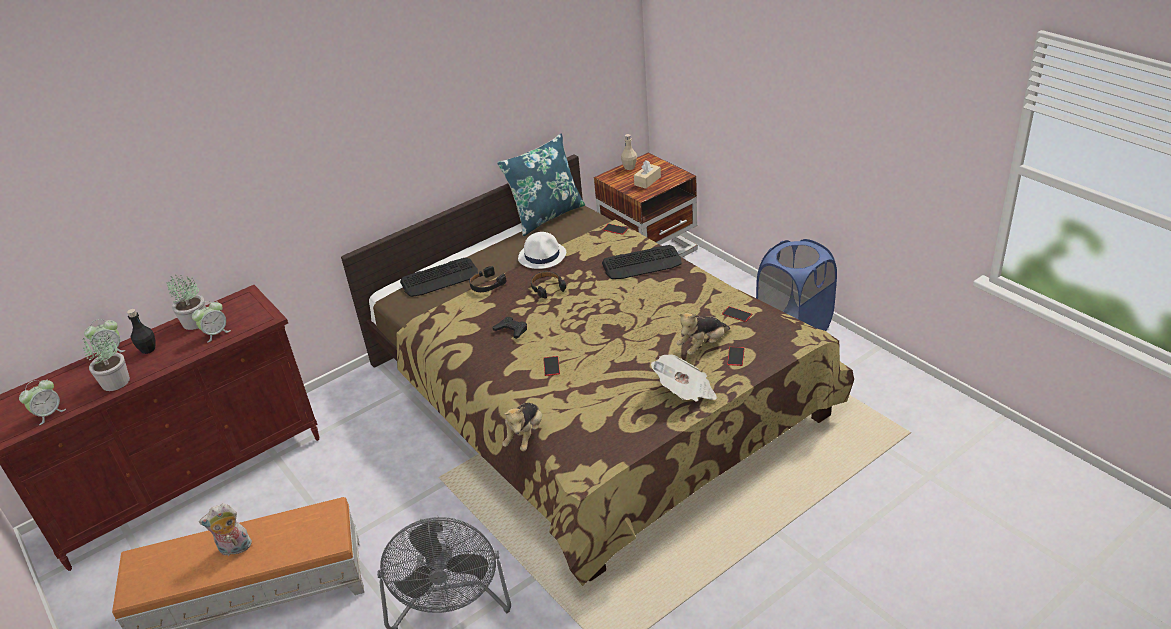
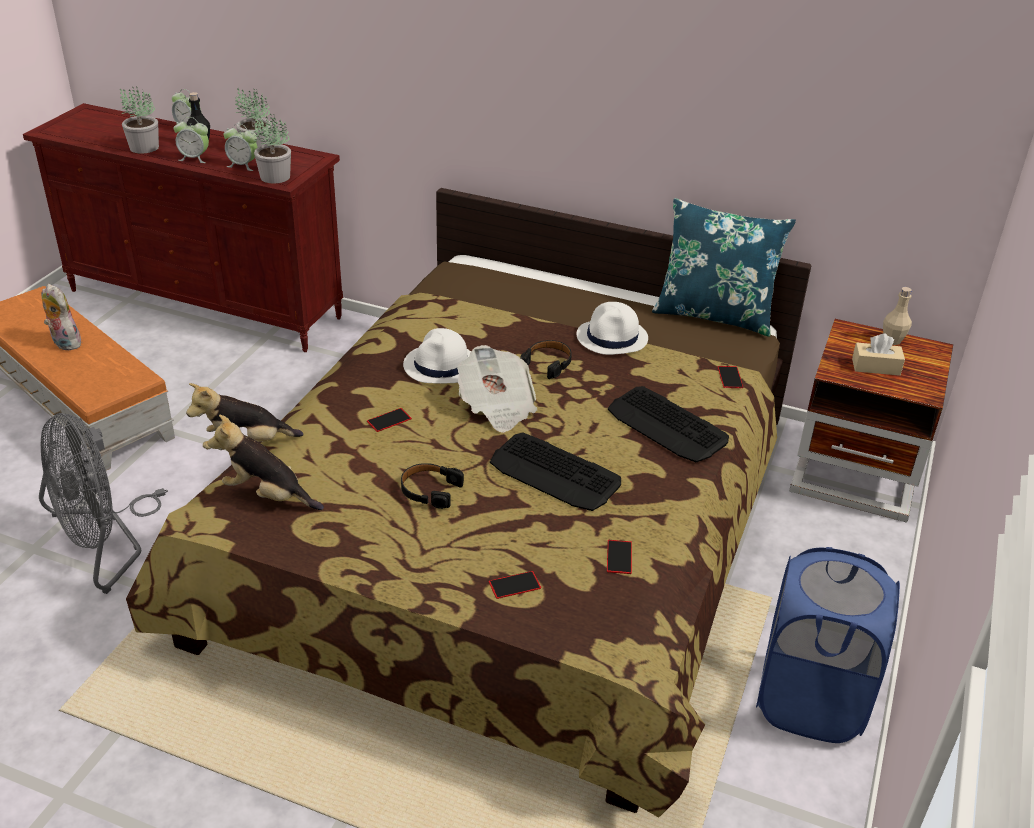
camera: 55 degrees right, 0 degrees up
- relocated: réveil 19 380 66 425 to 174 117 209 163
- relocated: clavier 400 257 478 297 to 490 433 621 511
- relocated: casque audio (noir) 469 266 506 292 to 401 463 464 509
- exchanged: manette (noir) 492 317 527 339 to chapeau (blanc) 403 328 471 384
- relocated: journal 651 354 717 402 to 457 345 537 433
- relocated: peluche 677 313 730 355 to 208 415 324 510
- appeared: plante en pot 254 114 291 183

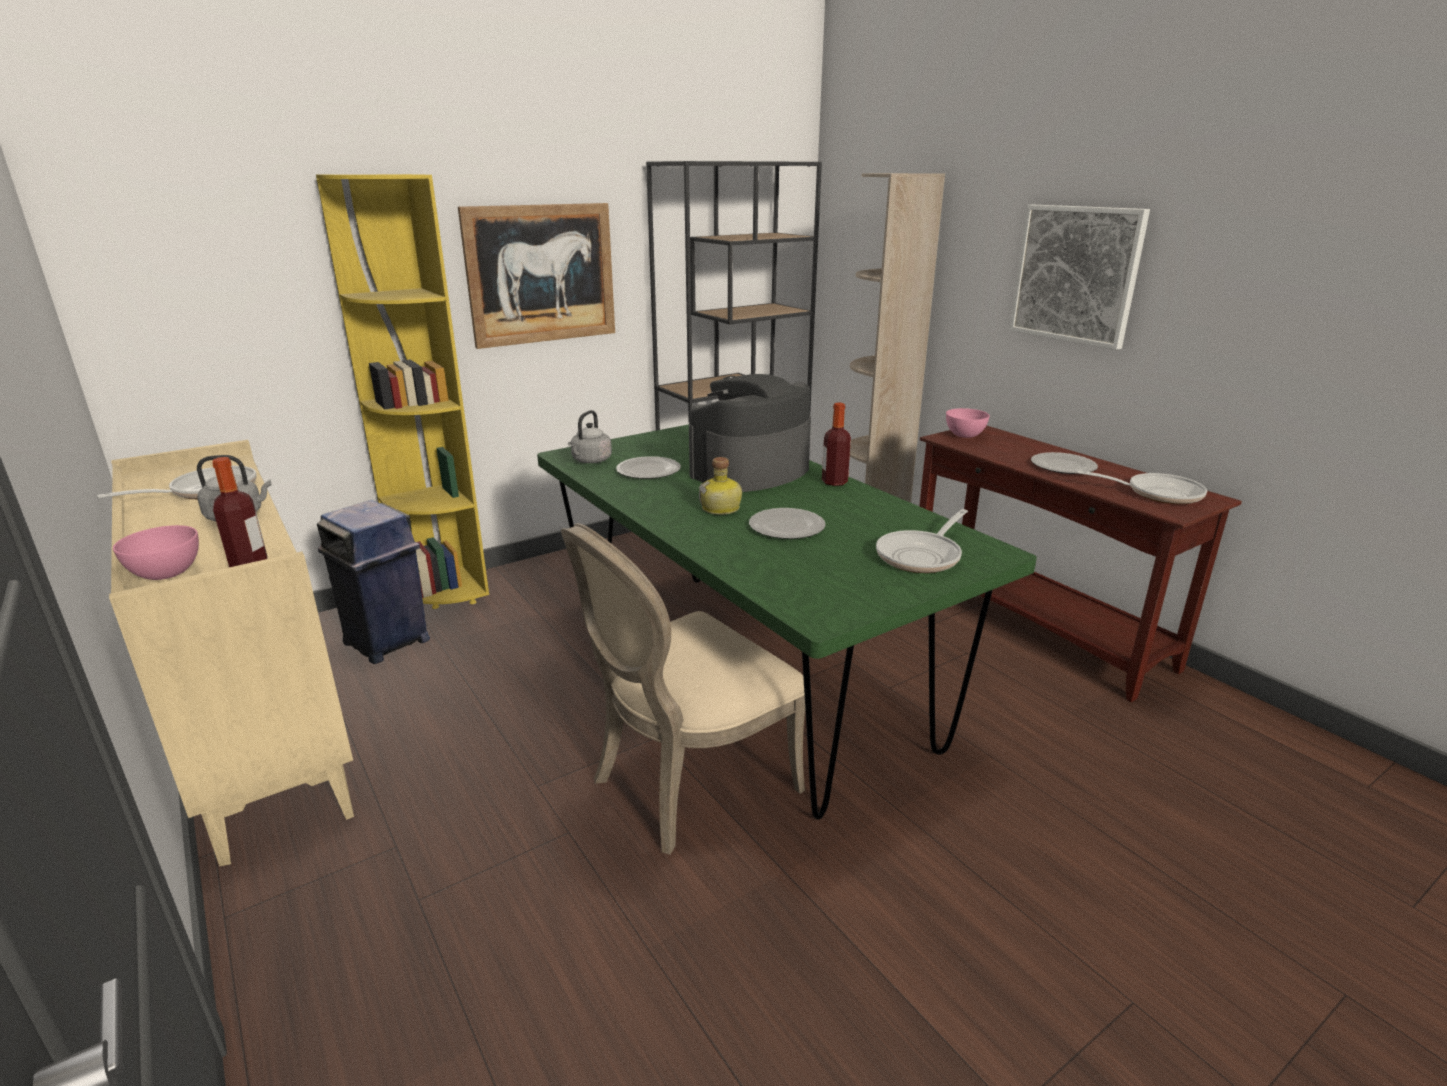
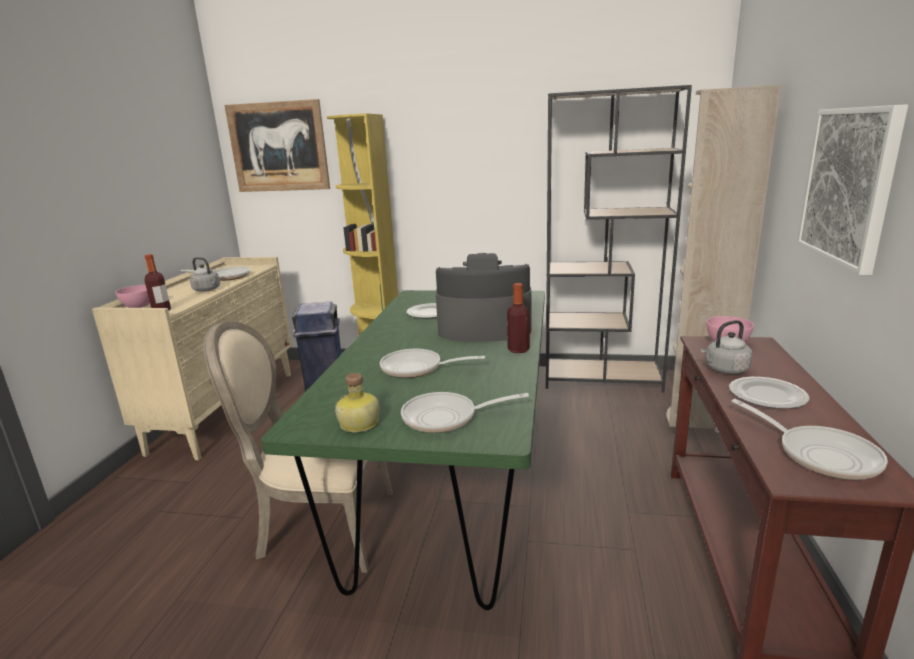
camera: 45 degrees right, 5 degrees down
- relocated: tableau 458 203 615 349 to 224 99 330 192
- relocated: bouilloire (gris) 568 410 612 463 to 701 320 753 374
- relocated: bouteille 699 457 742 515 to 335 373 380 433
- exchanged: assiette 749 508 826 539 to poêle 380 349 485 378

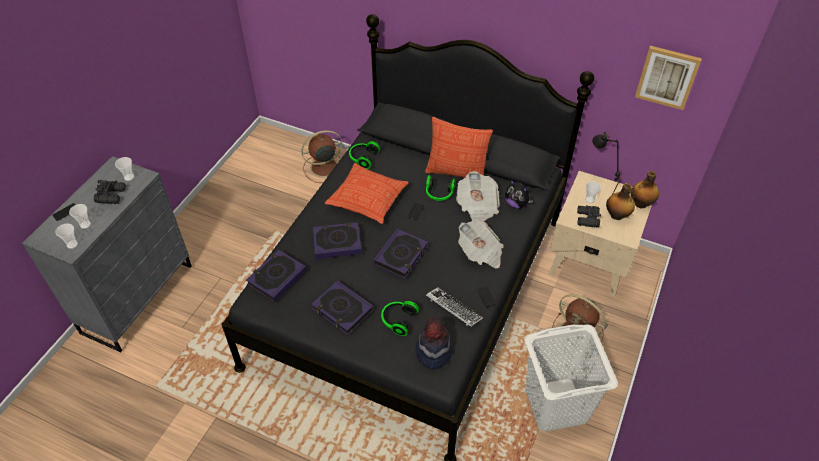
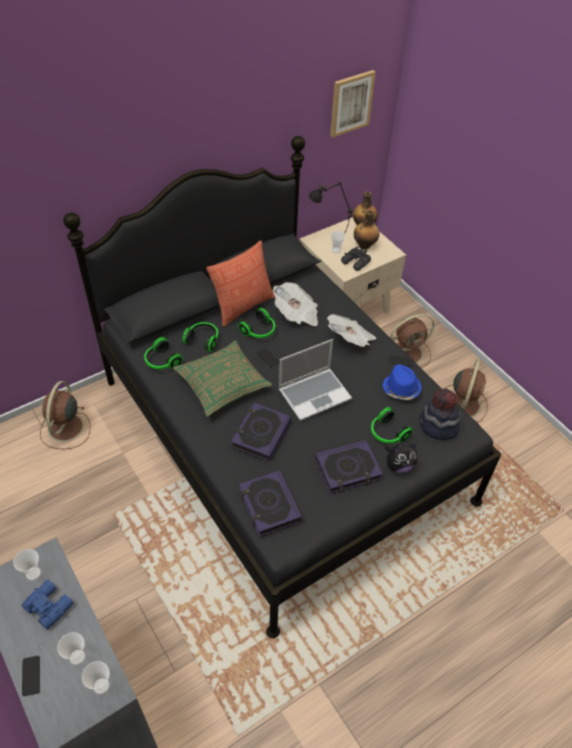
camera: 60 degrees left, 0 degrees up
- colour: jumelles (noir) 94 180 126 204 to jumelles (bleu) 21 580 74 630
- colour: coussin (orange) 325 163 409 224 to coussin (vert) 173 340 272 417
- exchanged: livre 374 229 428 279 to ordinateur portable 279 339 352 421
- exchanged: clavier 426 287 483 327 to chapeau (bleu) 382 364 422 400
- relocated: peluche 505 180 533 209 to 385 442 418 473
- exchanged: panier à linge (blanc) 525 324 618 432 to ventilateur (marron) 444 360 488 422
- appeared: casque audio 182 322 218 352

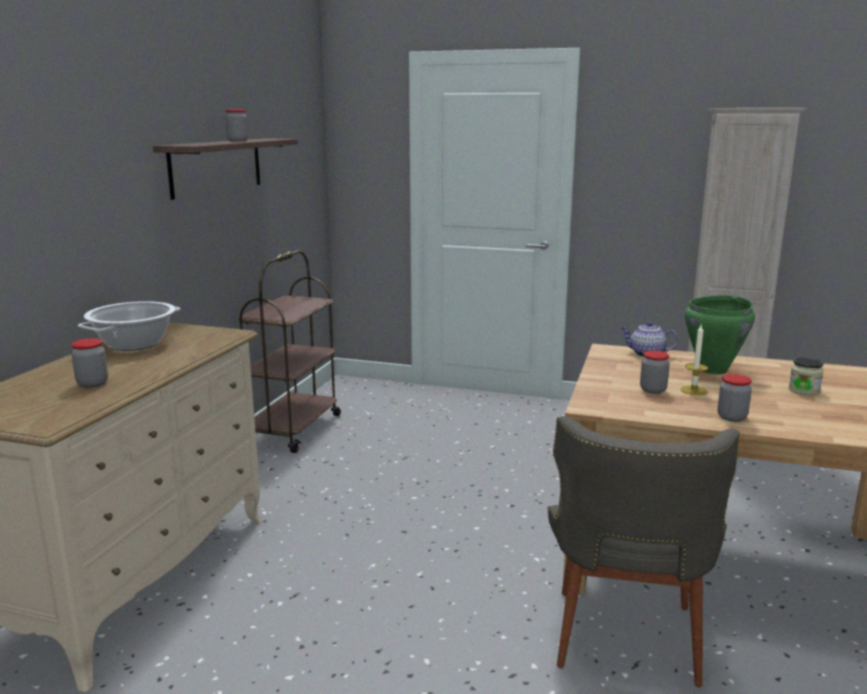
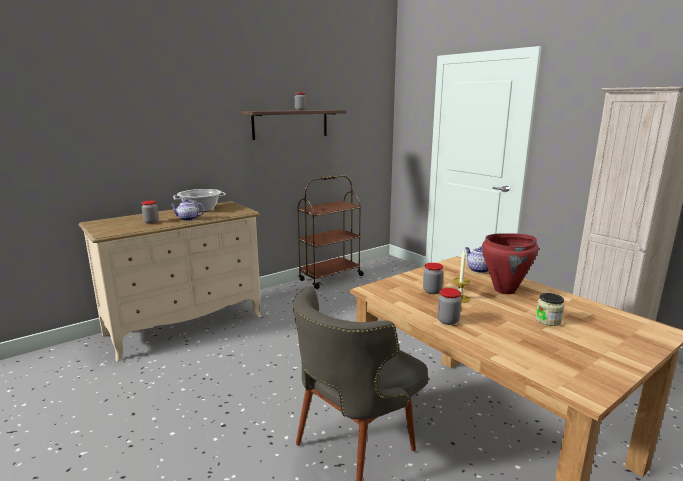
camera: 35 degrees right, 0 degrees up
- colour: marmite (vert) 685 295 755 375 to marmite (rouge) 482 233 539 294
- appeared: théière 170 199 205 221

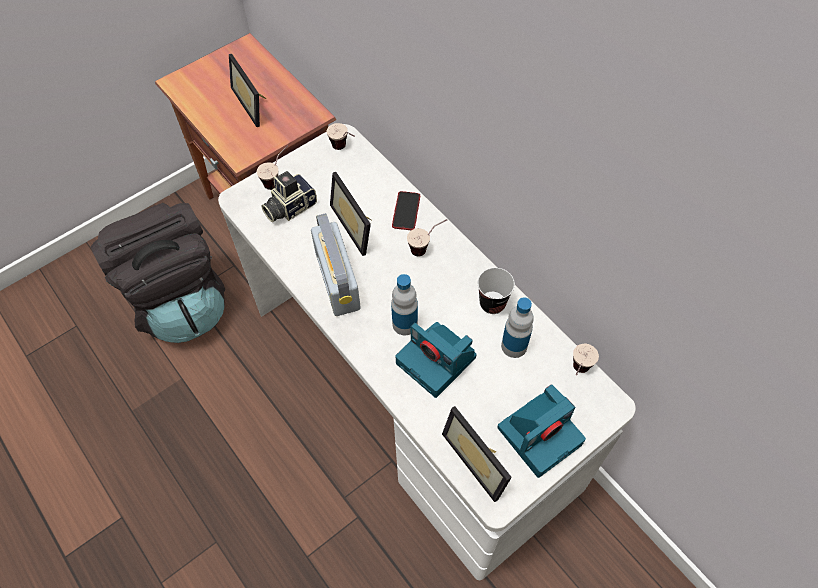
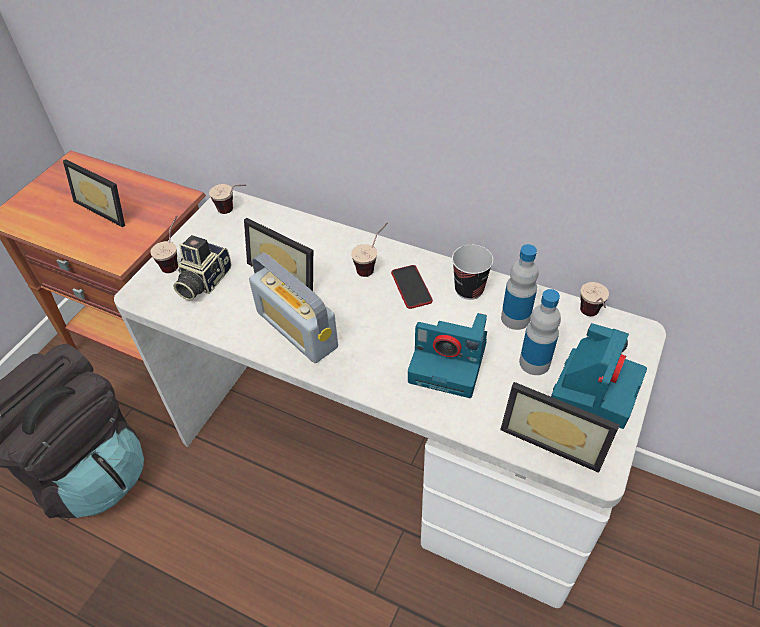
camera: 25 degrees left, 10 degrees down
- relocated: bouteille 391 274 418 335 to 519 289 561 375
- relocated: téléphone 392 191 420 230 to 391 265 433 309

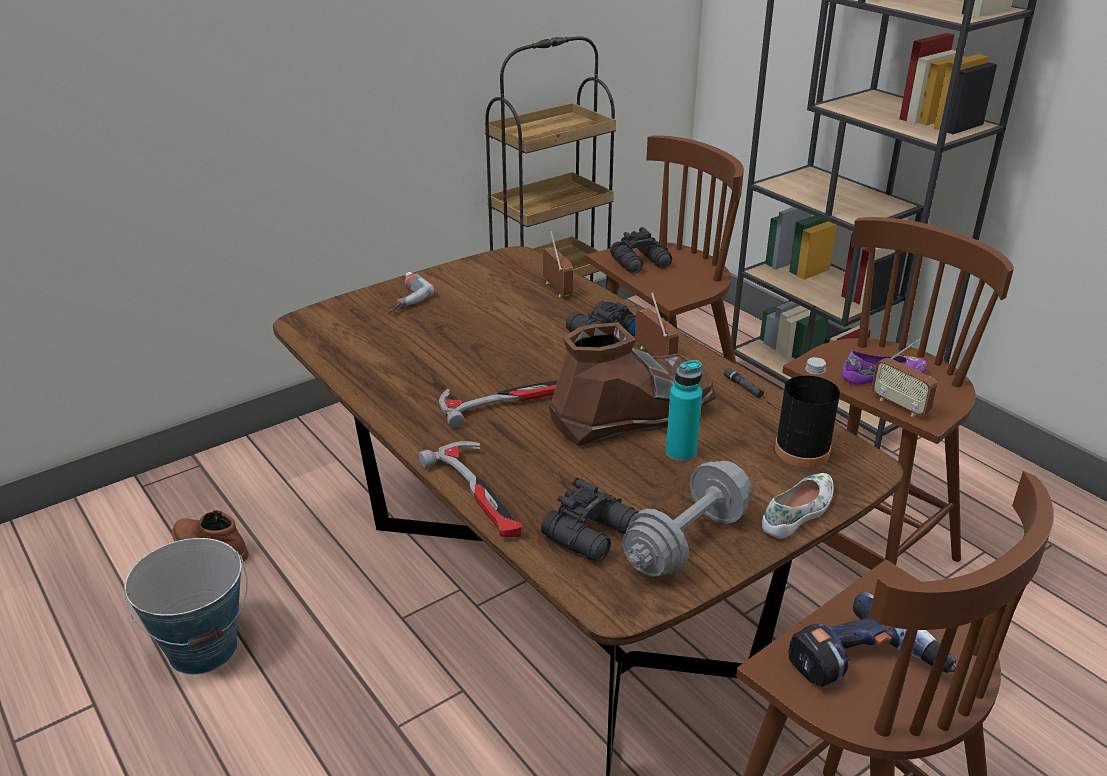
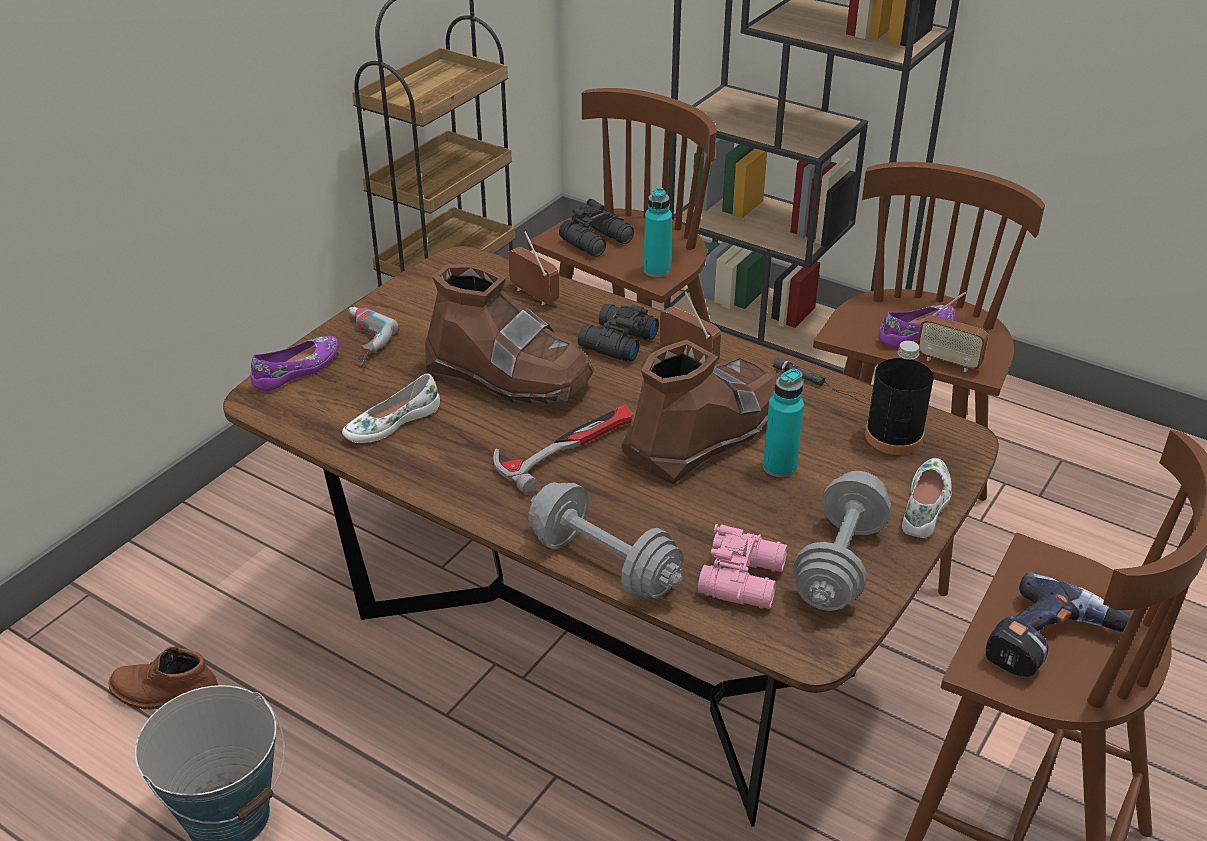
camera: 20 degrees left, 5 degrees up
- exchanged: marteau 419 441 522 537 to haltère (gris) 528 482 683 598
- colour: jumelles (noir) 541 477 638 562 to jumelles (rose) 698 524 788 609
- appeared: chaussure (violet) 250 336 339 391
- appeared: chaussure (blanc) 342 374 440 443
- appeared: botte (marron) 425 264 594 404
- appeared: bouteille (turquoise) 644 188 672 277

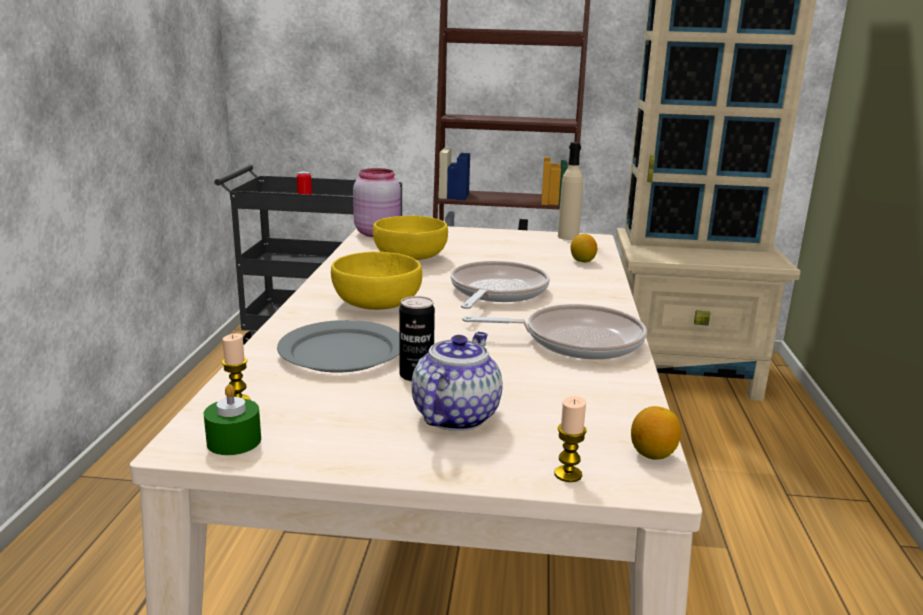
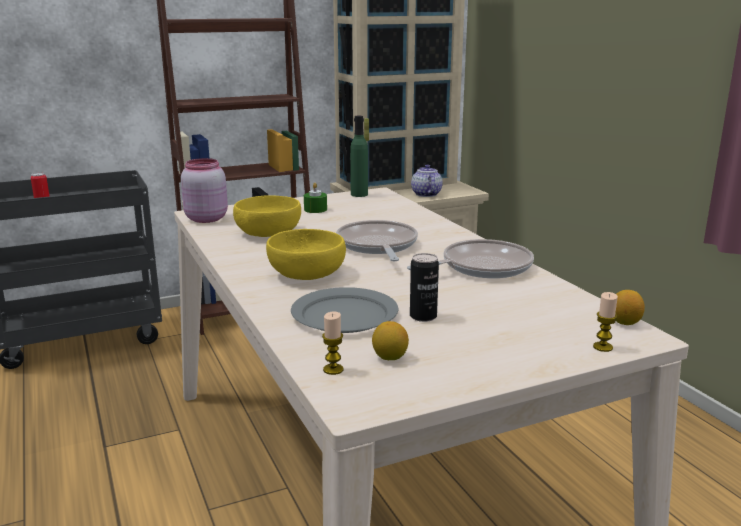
camera: 30 degrees left, 0 degrees up
- relocated: bougie (vert) 204 384 261 455 to 304 183 327 213
- relocated: théière 412 332 503 431 to 411 164 443 197
- colour: bouteille (beige) 558 142 583 240 to bouteille (vert) 350 116 368 197
- relocated: citron 571 234 597 262 to 372 321 409 360

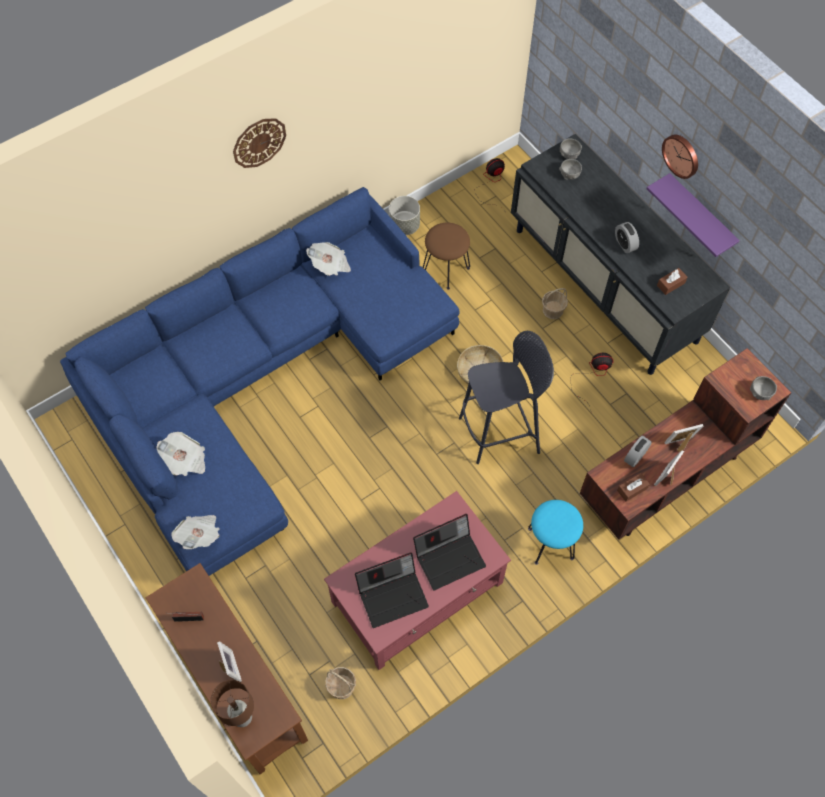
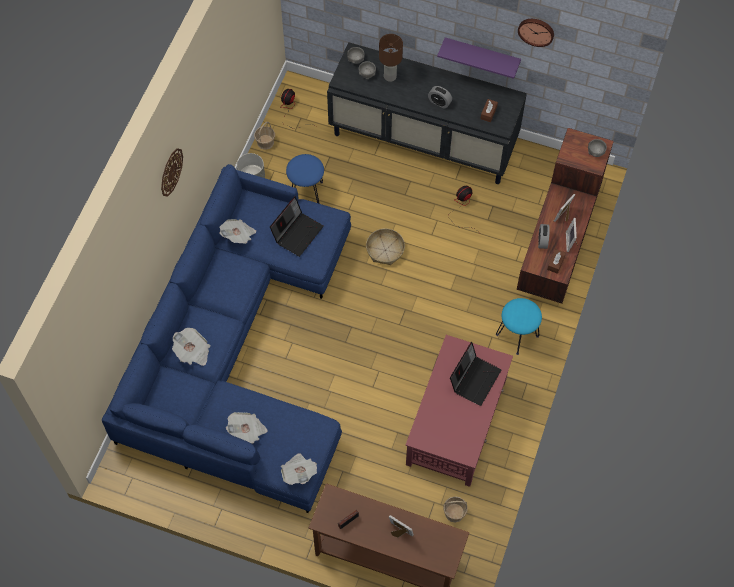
camera: 35 degrees left, 0 degrees up
- relocated: lampe de table (marron) 210 680 254 727 to 379 34 403 82
- relocated: ordinateur portable 355 552 429 628 to 270 196 324 257
- colour: tabouret (marron) 423 223 470 290 to tabouret (bleu) 286 154 324 204
- missing: tabouret (gris) 459 331 554 464
- relocated: panier 542 288 568 319 to 254 121 275 150
- relocated: horloge murale 662 134 698 179 to 518 19 554 47
- appeared: journal 172 328 210 366

